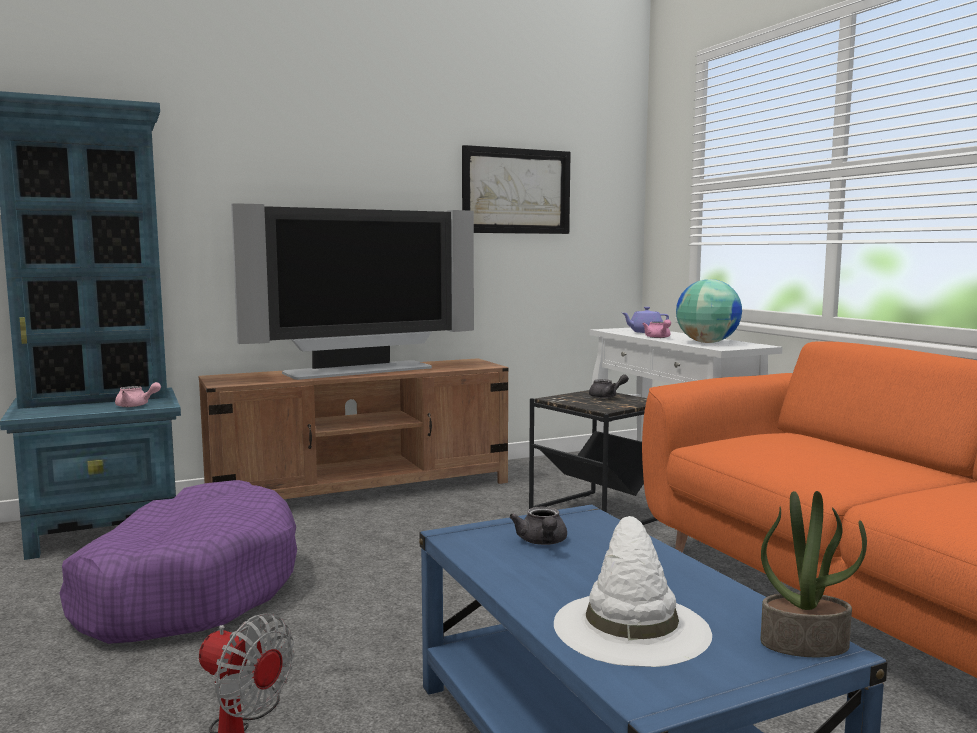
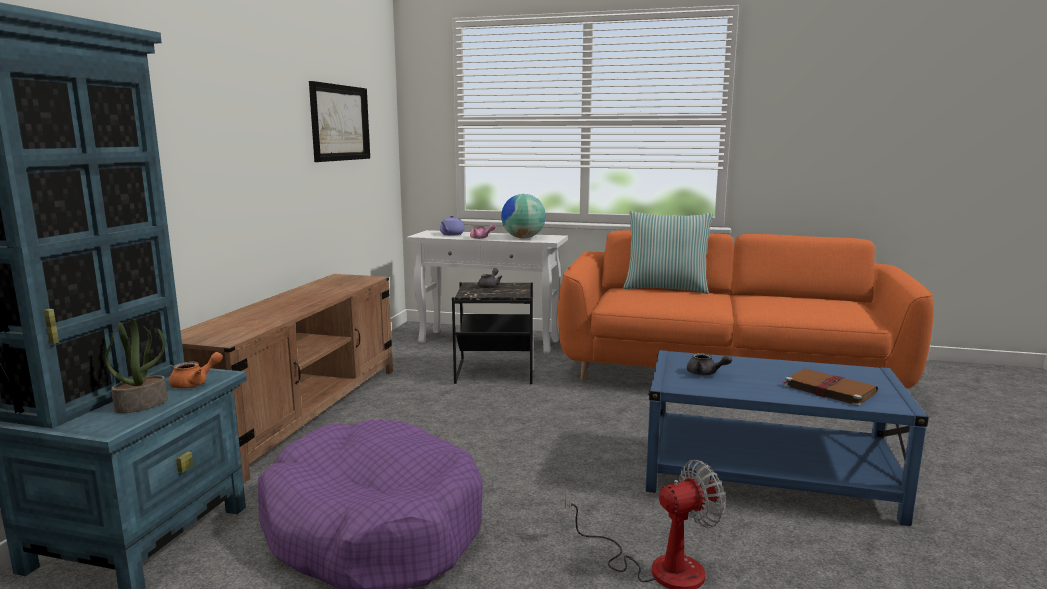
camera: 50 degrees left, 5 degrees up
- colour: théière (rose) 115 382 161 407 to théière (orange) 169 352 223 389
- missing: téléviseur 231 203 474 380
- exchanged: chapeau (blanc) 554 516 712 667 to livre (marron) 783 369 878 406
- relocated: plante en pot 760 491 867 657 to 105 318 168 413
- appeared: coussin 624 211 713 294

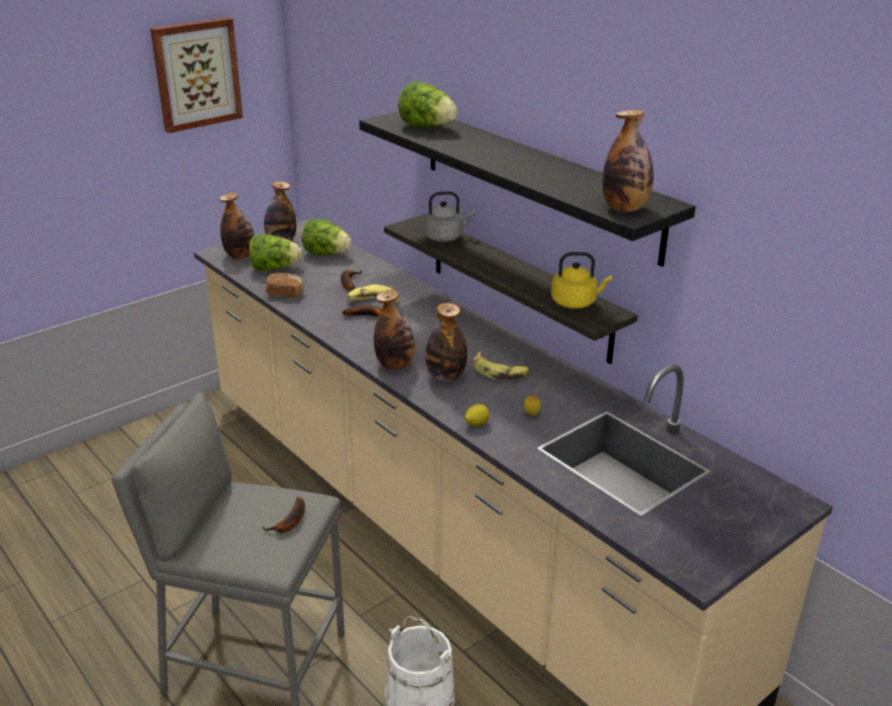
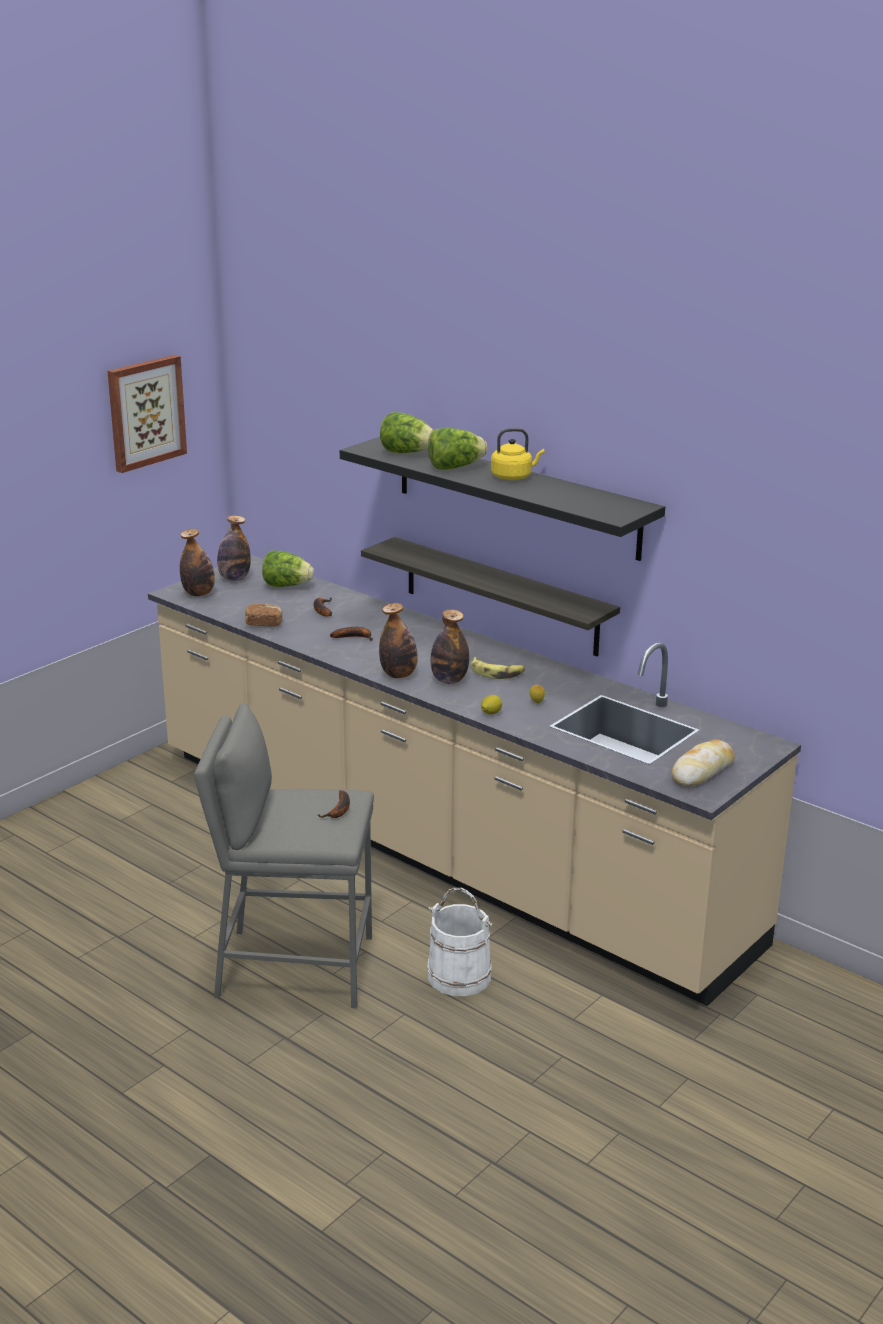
camera: 10 degrees left, 5 degrees down
- relocated: laitue 249 234 302 271 to 428 428 487 470
- missing: banane 347 284 399 303
- missing: bouilloire (gris) 424 191 475 242
- relocated: bouilloire (jaune) 551 252 612 309 to 491 428 545 480
- missing: bouteille 603 110 654 212
- appeared: pain 672 740 735 786

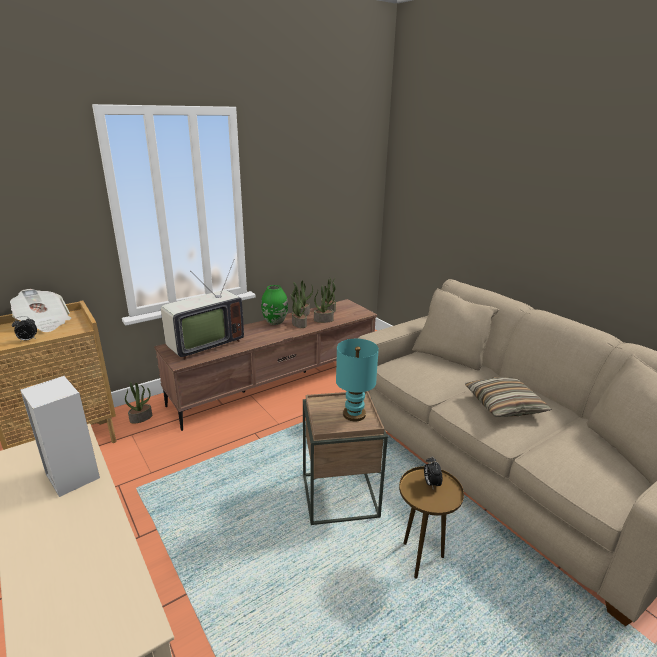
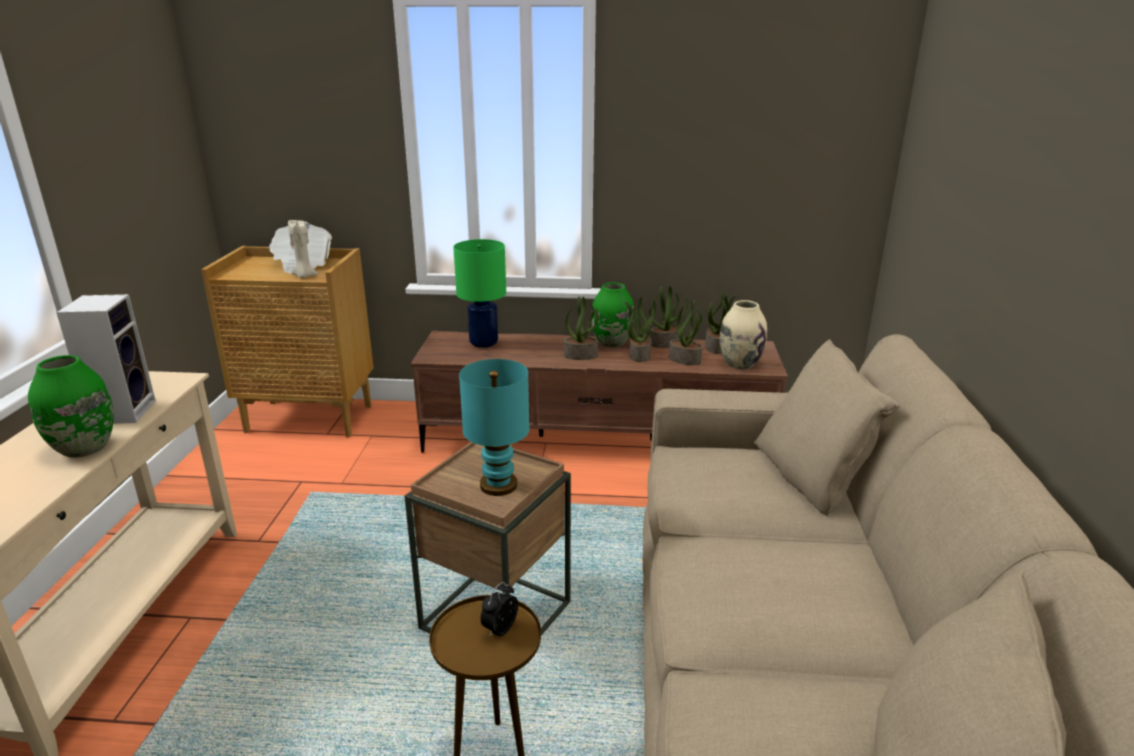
camera: 40 degrees right, 0 degrees up
- missing: réveil 12 316 37 342
- relocated: plante en pot 125 382 152 424 to 564 296 599 360
- exchanged: téléviseur 161 260 244 360 to lampe de table (vert) 453 239 506 348
- missing: coussin 465 377 552 417
- appeared: vase (vert) 28 355 114 458
- appeared: bougie (beige) 288 219 318 278
- appeared: vase (beige) 720 300 767 369

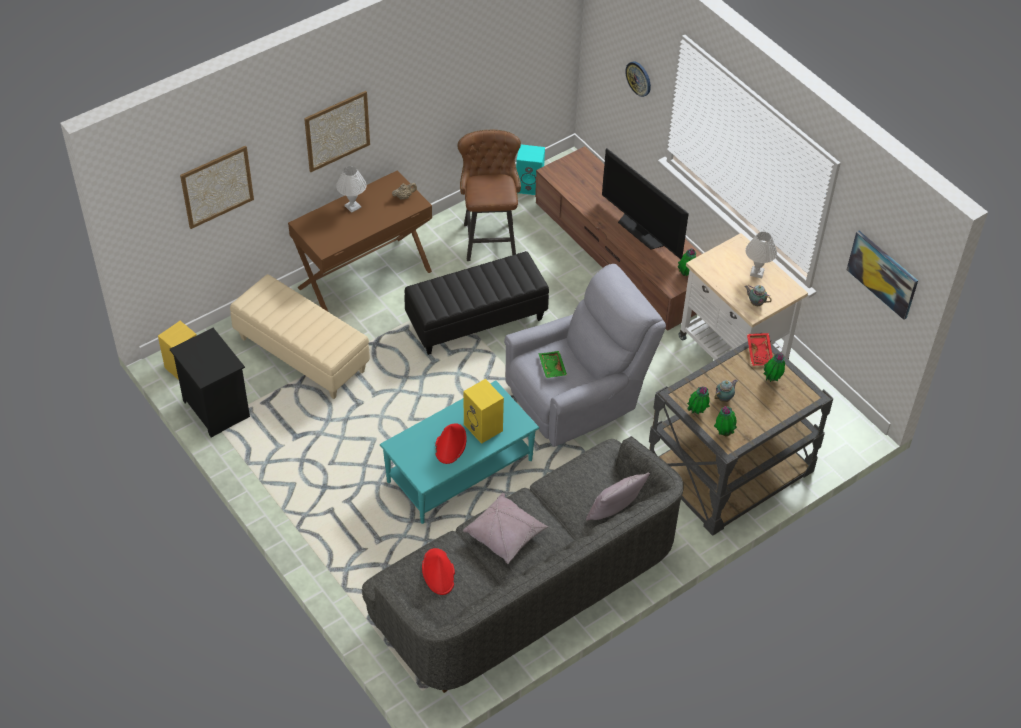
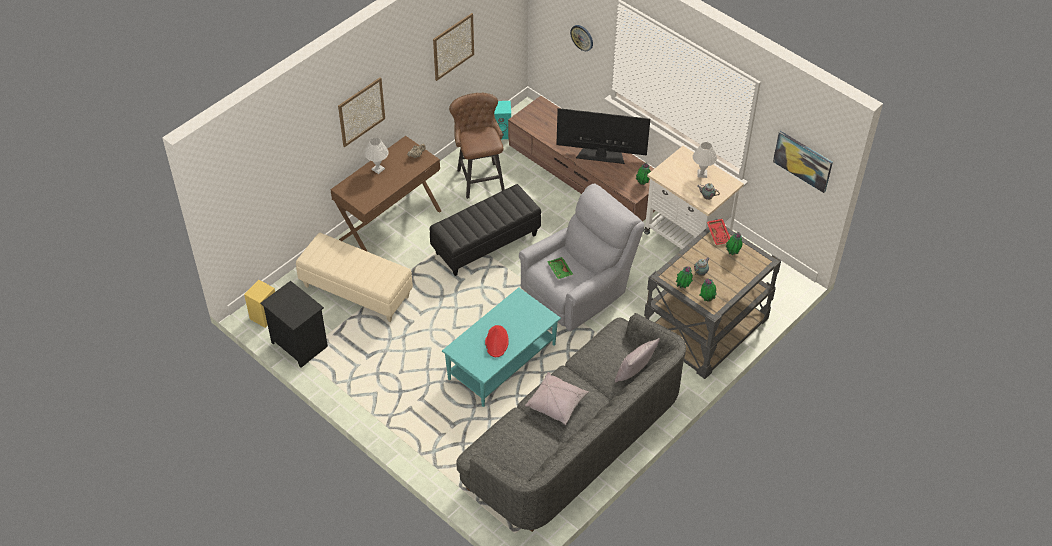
camera: 10 degrees left, 0 degrees up
- relocated: tableau 180 146 254 229 to 433 13 474 81
- missing: chapeau (rouge) 422 548 455 595
- missing: enceinte (jaune) 464 379 504 444
- spun: téléviseur 602 148 689 259 = 556 108 650 164 150 degrees clockwise

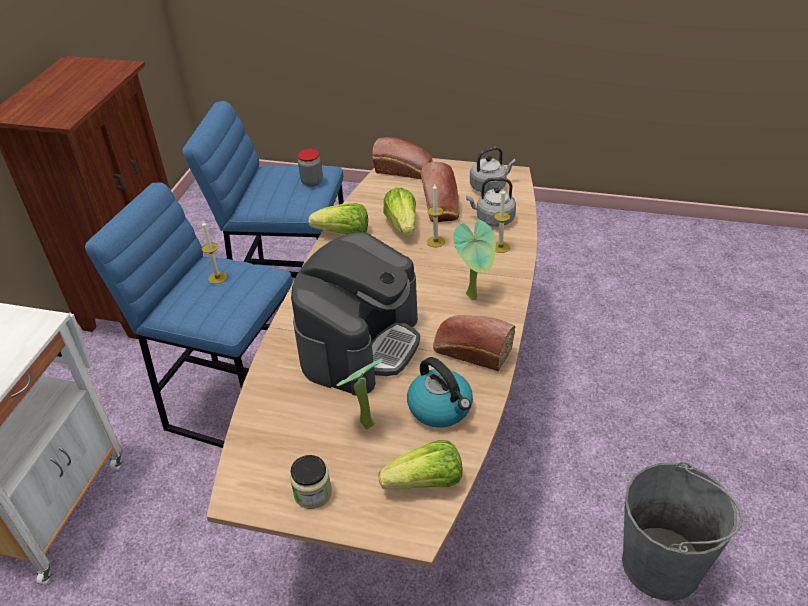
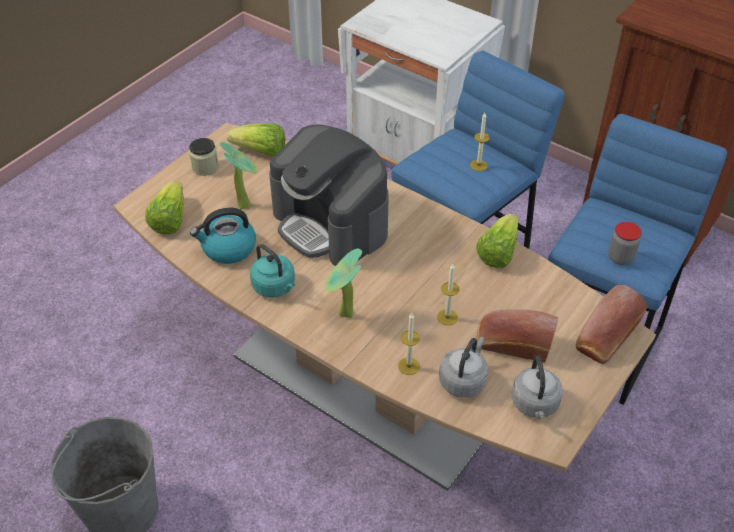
camera: 110 degrees right, 5 degrees up
- relocated: laitue 383 188 416 236 to 227 123 285 156
- exchanged: pain 433 315 515 371 to bouilloire (turquoise) 250 244 295 297

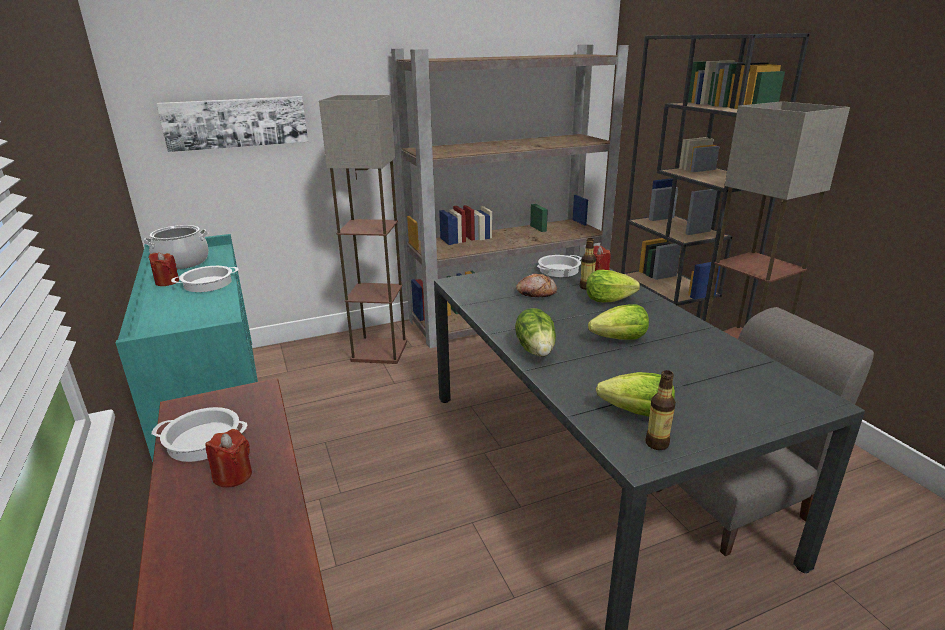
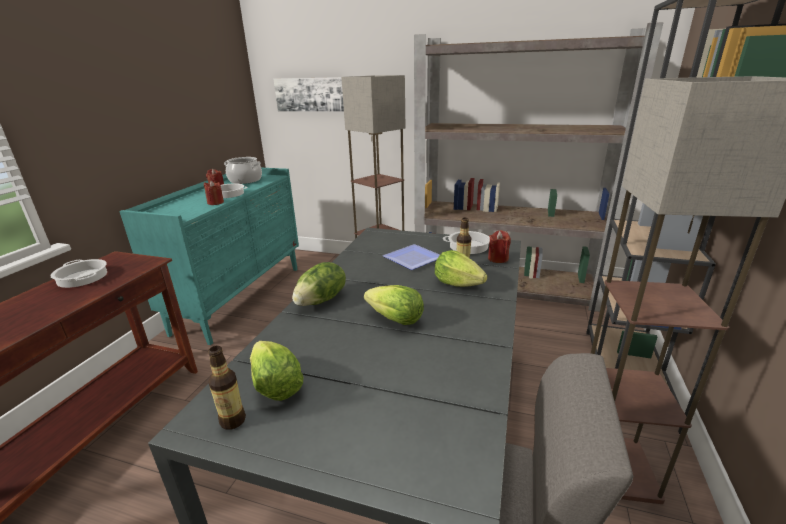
camera: 40 degrees right, 0 degrees up
- relocated: bougie (rouge) 206 429 252 488 to 204 181 224 205
- exchanged: pain 516 274 557 297 to assiette 383 244 440 270

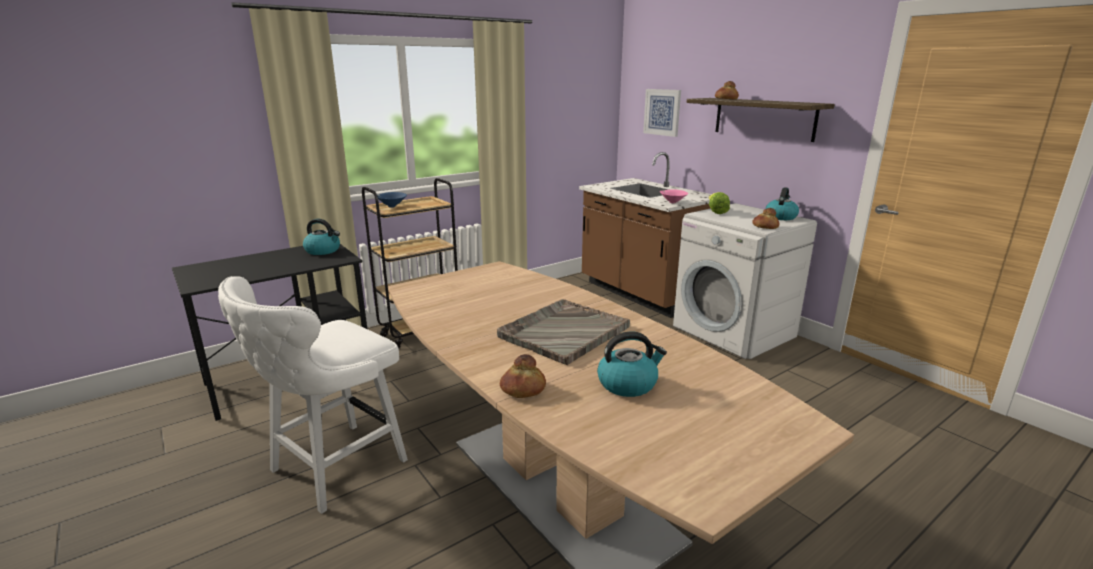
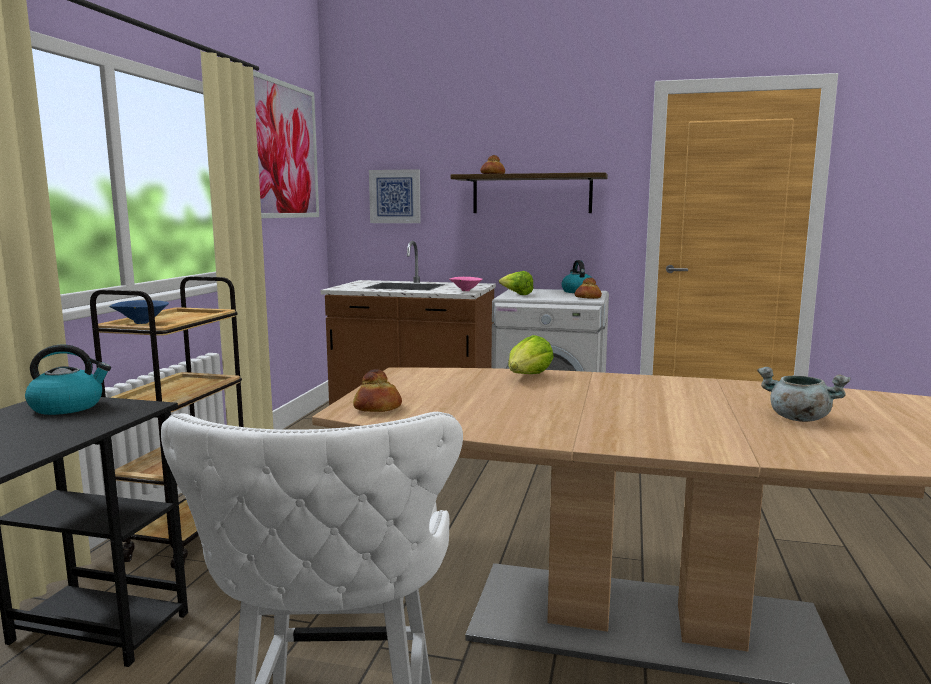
camera: 40 degrees left, 10 degrees down
- missing: plateau (gris) 497 299 630 365
- relocated: pain 500 354 546 398 to 353 369 402 412
- exchanged: bouilloire 597 332 667 397 to marmite (gris) 757 367 851 422
- appeared: tableau 253 70 319 218
- appeared: laitue 508 335 554 374

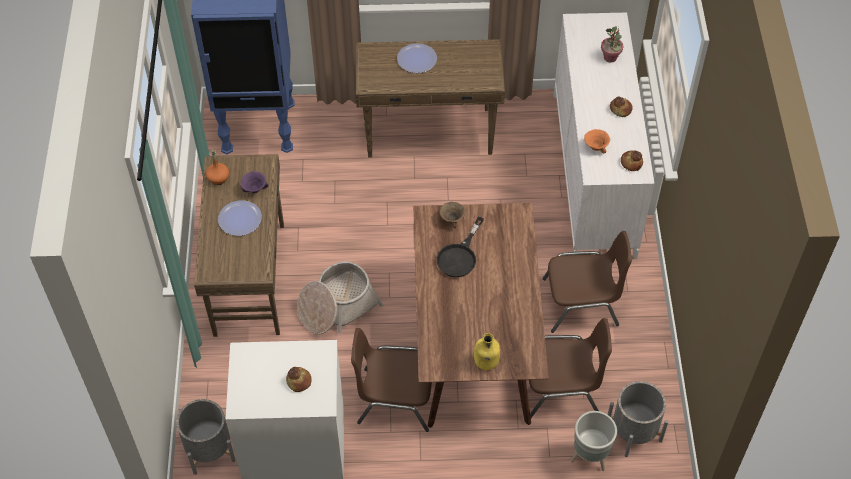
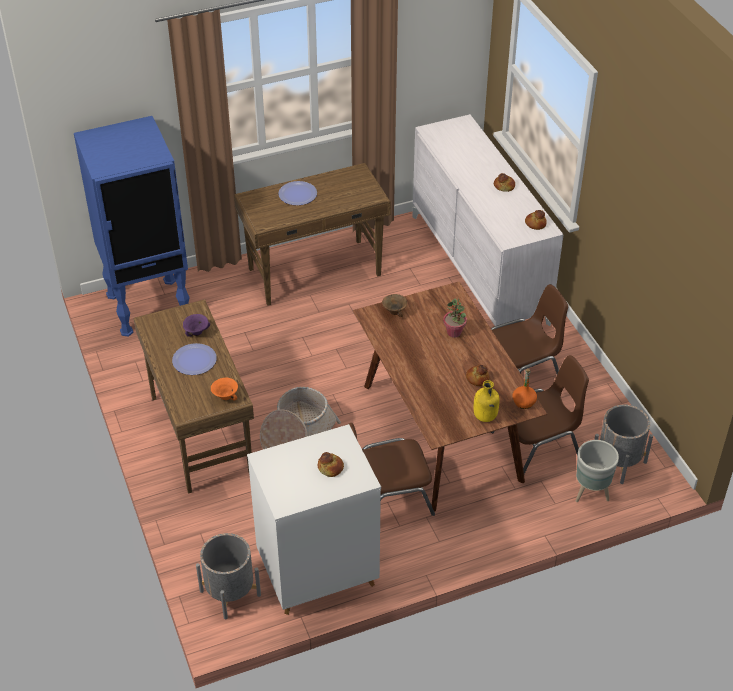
camera: 20 degrees left, 10 degrees down
- relocated: bouteille (orange) 206 149 229 185 to 512 369 537 409
- missing: poêle (noir) 437 217 484 277
- relocated: bol (orange) 584 129 610 153 to 211 378 238 401
- relocated: plante en pot 601 26 623 63 to 443 299 467 338
- appeared: pain 466 365 489 386

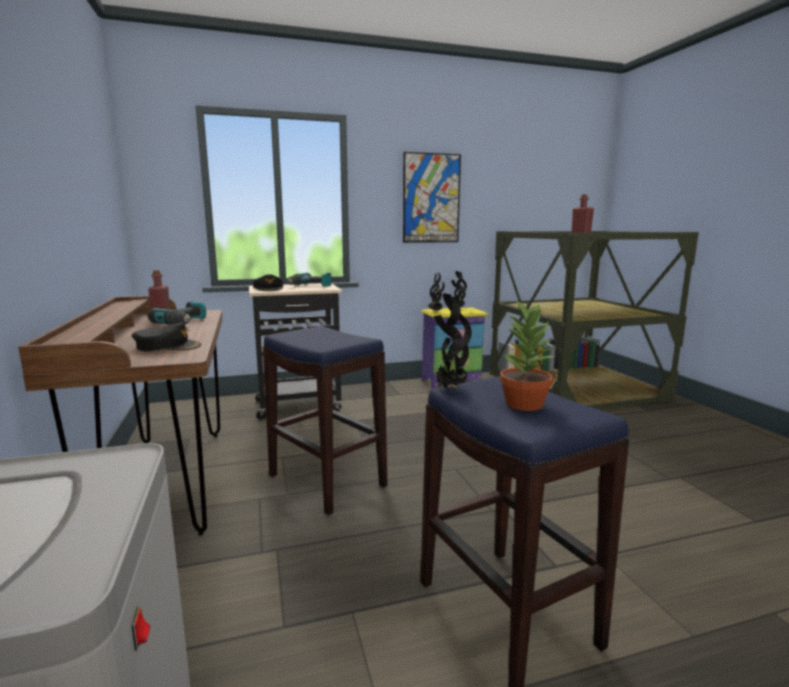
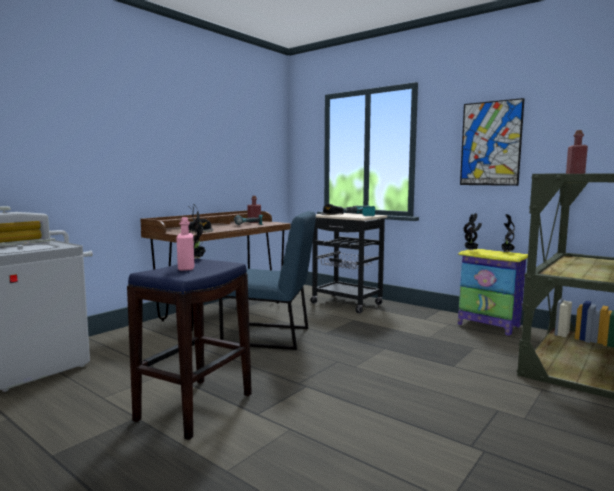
camera: 55 degrees right, 5 degrees down
- exchanged: tabouret 263 326 387 515 to chaise (bleu) 219 211 316 350
- exchanged: plante en pot 500 300 556 411 to bouteille (rose) 177 217 194 271

